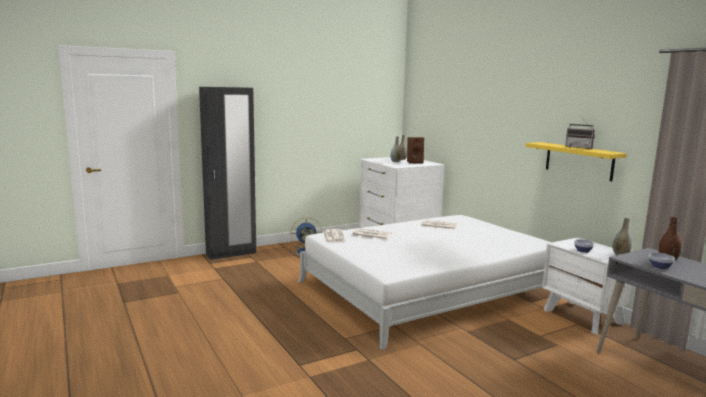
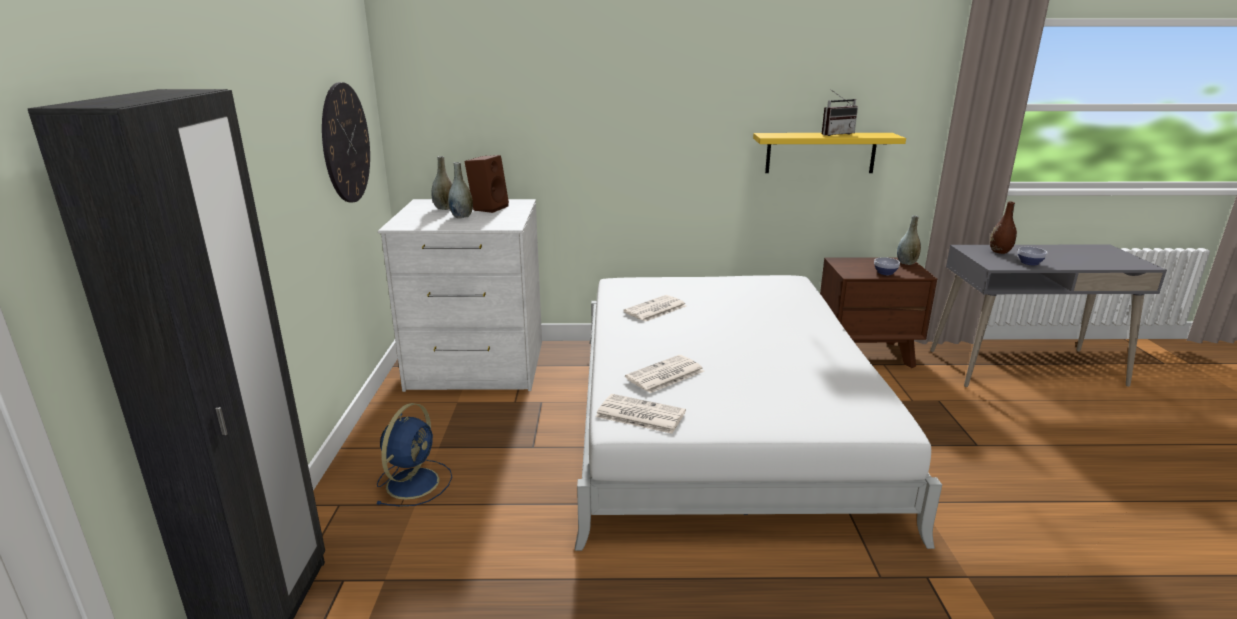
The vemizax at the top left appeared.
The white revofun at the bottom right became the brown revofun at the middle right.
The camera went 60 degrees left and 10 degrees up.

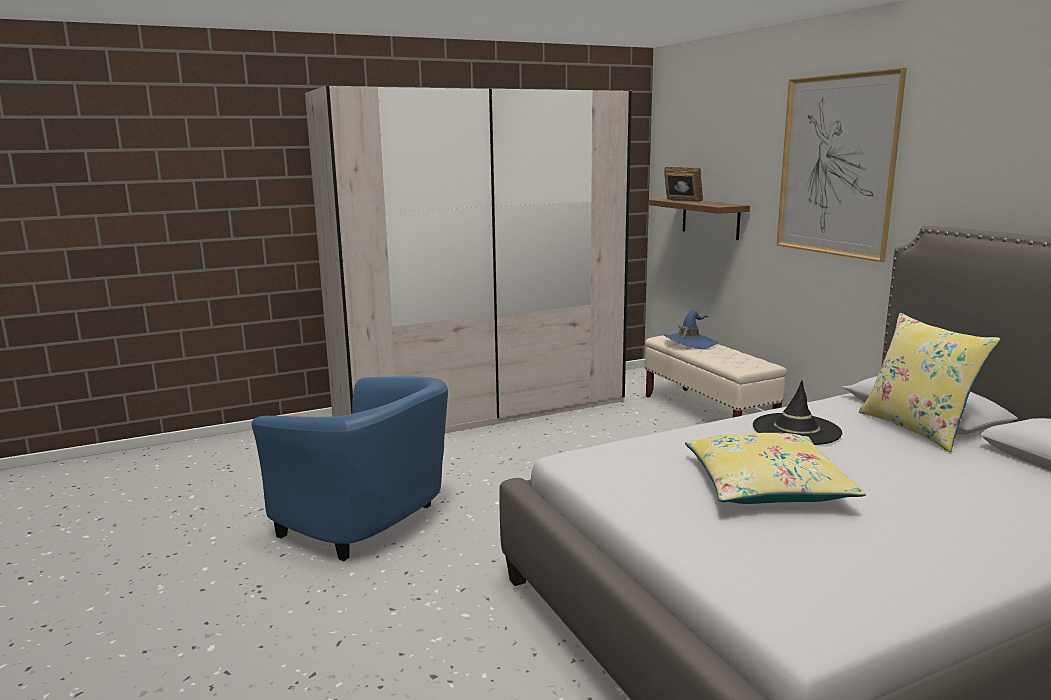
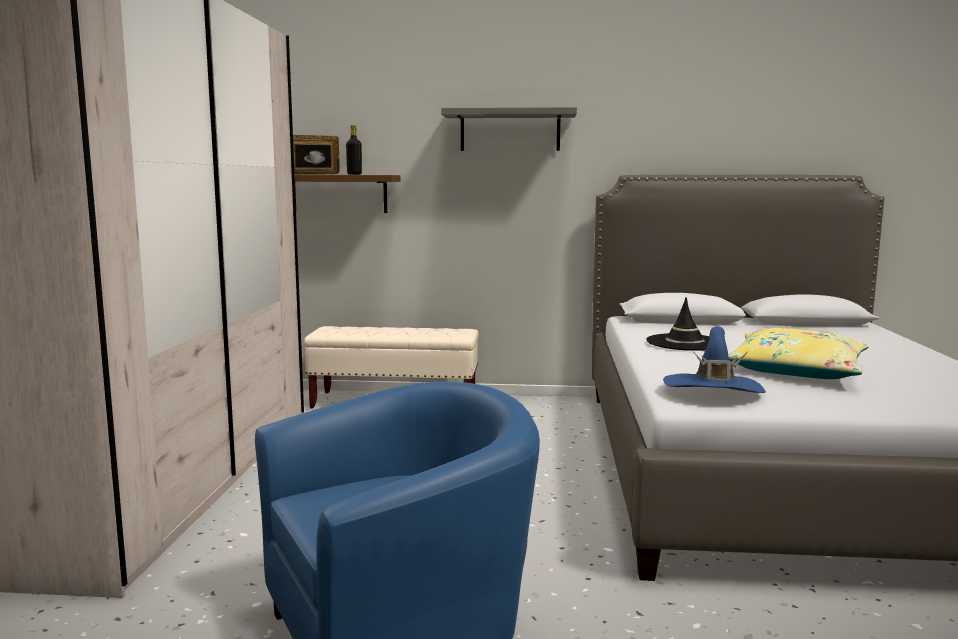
The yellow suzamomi (2nd from left) at the middle right disappeared.
The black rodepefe at the top centre appeared.
The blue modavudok moved from the centre to the middle right.
The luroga at the top right was replaced by the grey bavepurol at the top centre.
The camera went 60 degrees left and 5 degrees down.

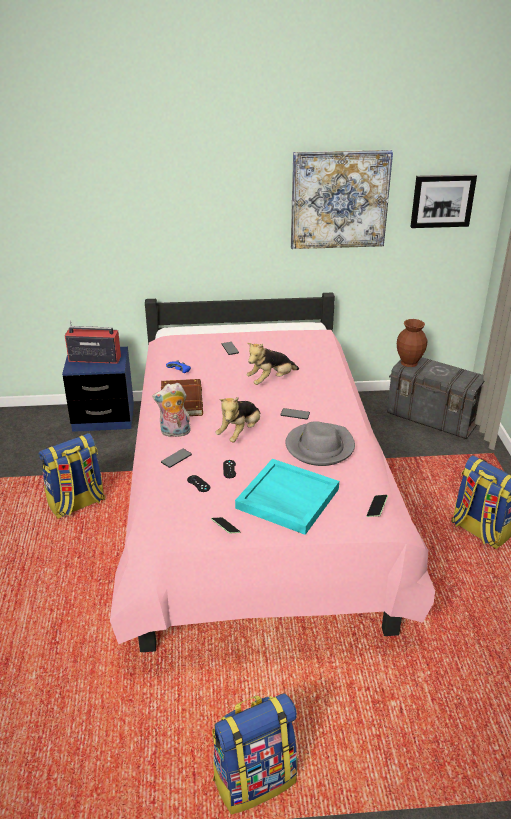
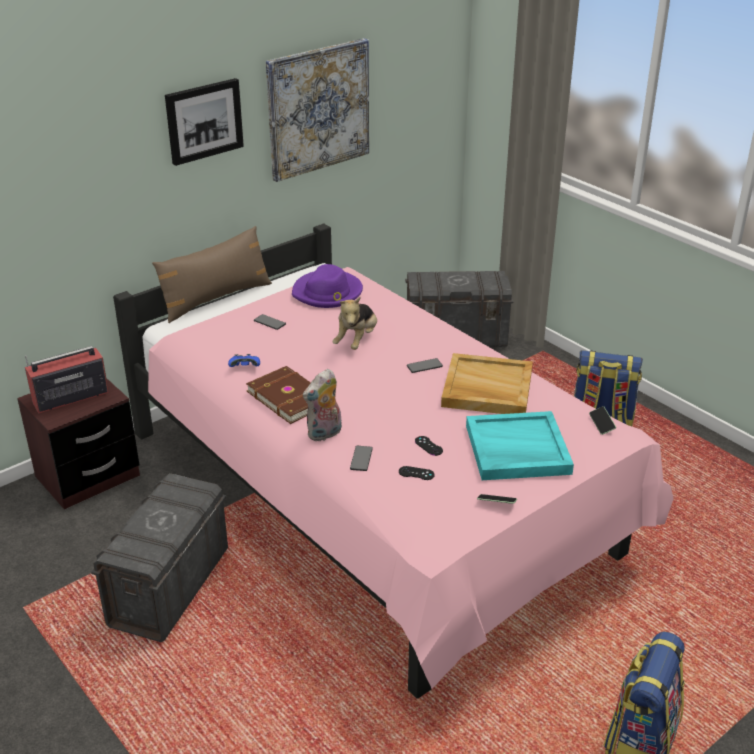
The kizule (2nd from left) at the centre disappeared.
The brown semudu at the middle right disappeared.
The brown suzamomi at the middle left appeared.
The purple modavudok at the centre appeared.
The luroga (2nd from left in the first image) moved from the top right to the top left.
The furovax (1st from left) at the middle left was replaced by the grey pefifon (1st from left) at the bottom left.
The grey modavudok at the centre was replaced by the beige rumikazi at the centre.
The blue revofun at the middle left became the brown revofun at the middle left.
The camera went 35 degrees left and 0 degrees up.

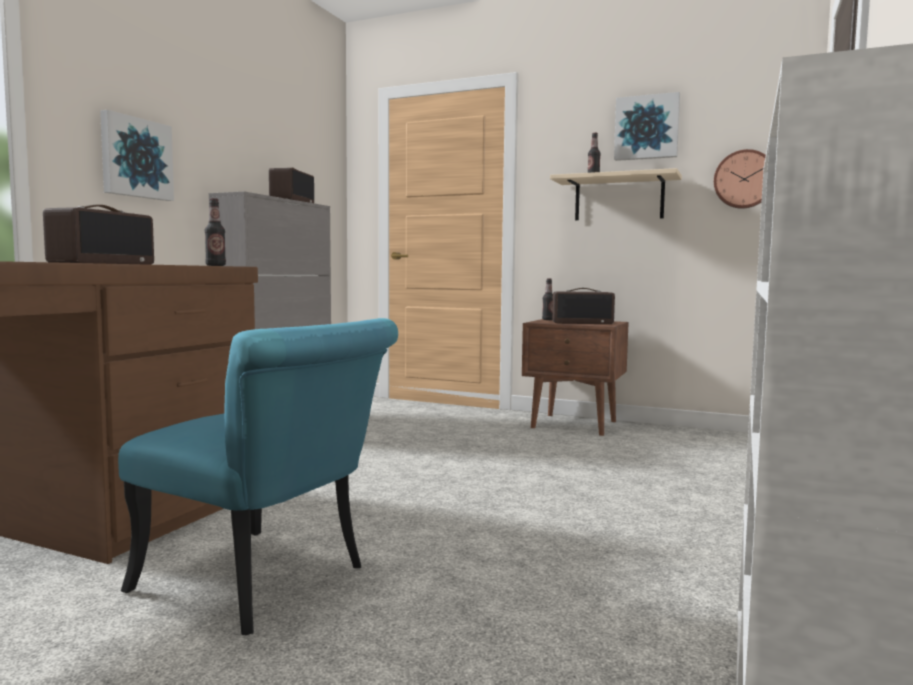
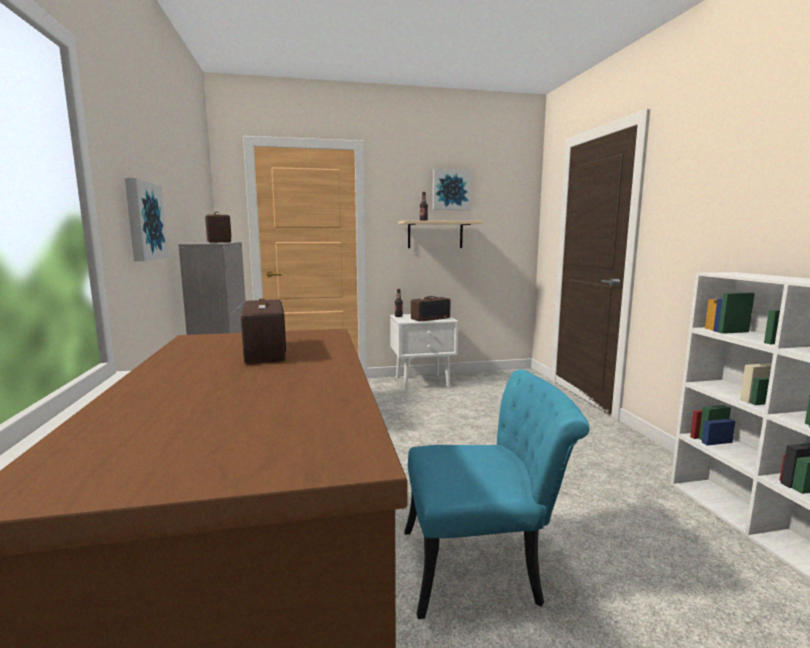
The rodepefe (1st from left) at the middle left disappeared.
The vemizax at the top right disappeared.
The brown revofun at the centre became the white revofun at the centre.
The camera went 35 degrees left and 5 degrees up.

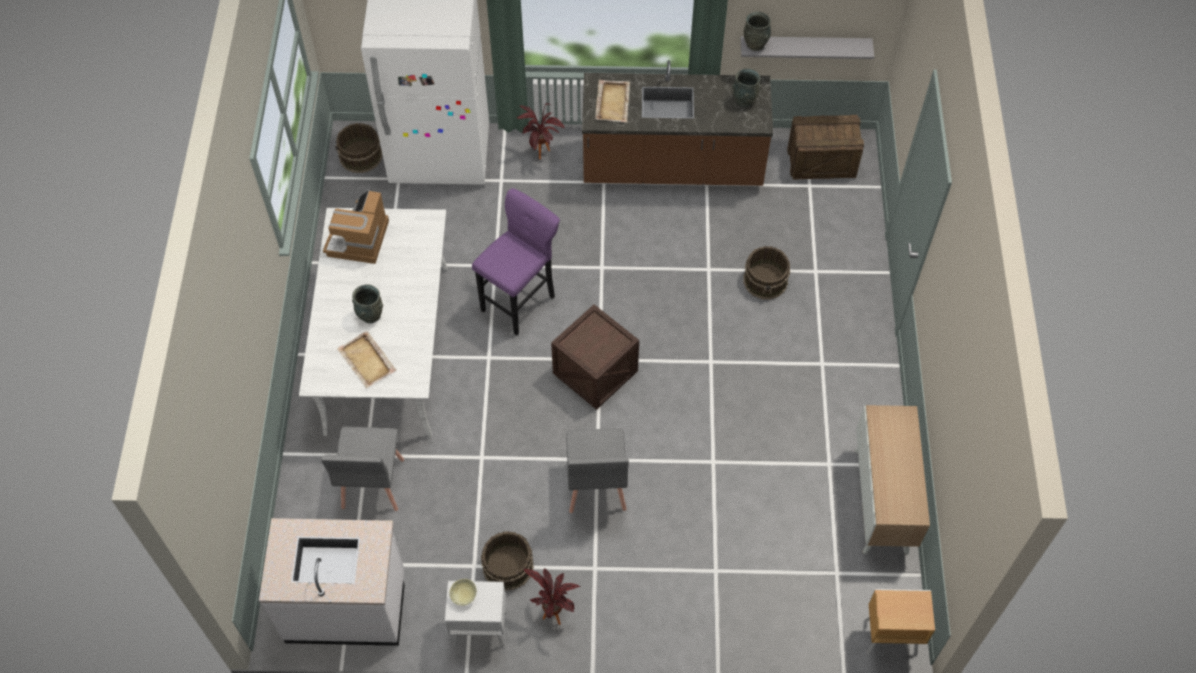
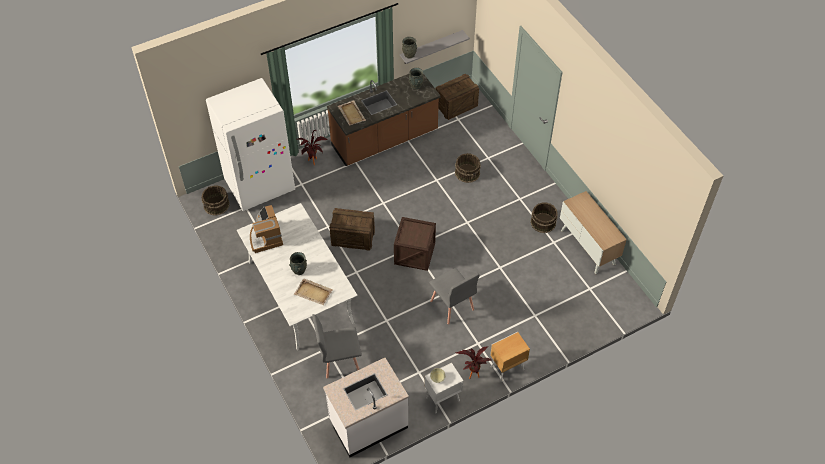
The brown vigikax (2nd from left in the first image) moved from the bottom centre to the centre.
The brown revofun moved from the bottom right to the bottom centre.
The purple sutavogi at the centre was replaced by the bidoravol (1st from left) at the centre.
The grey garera (1st from left) at the bottom left turned 105 degrees clockwise.
The camera went 30 degrees left and 5 degrees down.

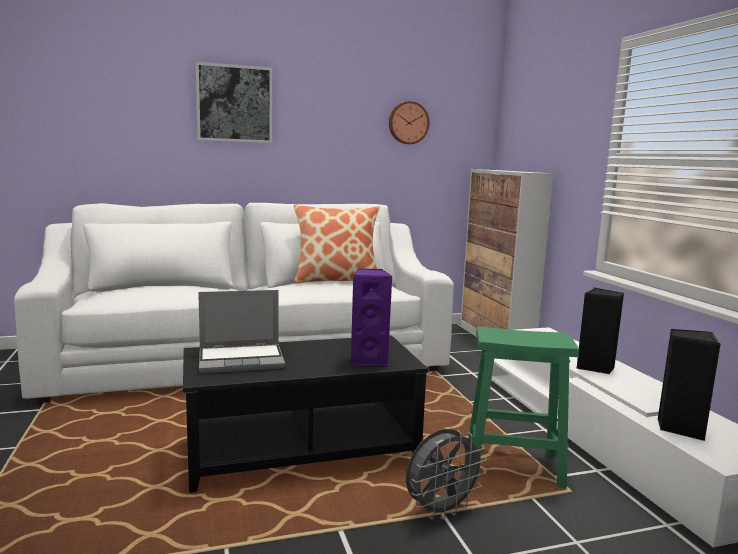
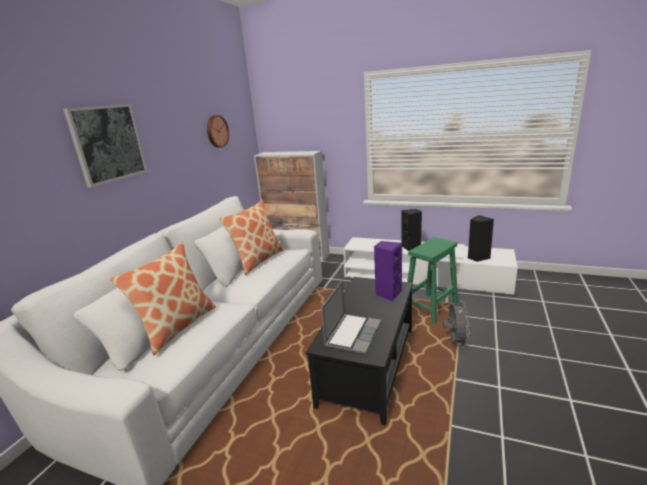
The suzamomi (1st from left) at the middle left appeared.
The camera went 50 degrees left and 10 degrees up.

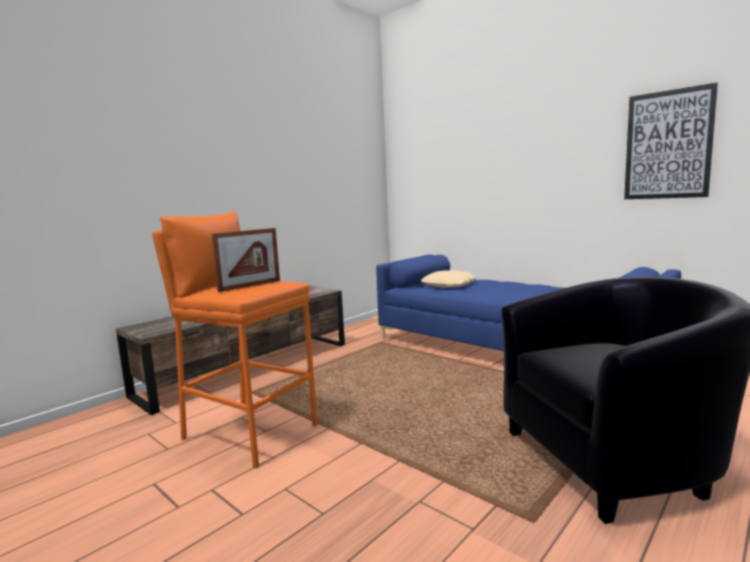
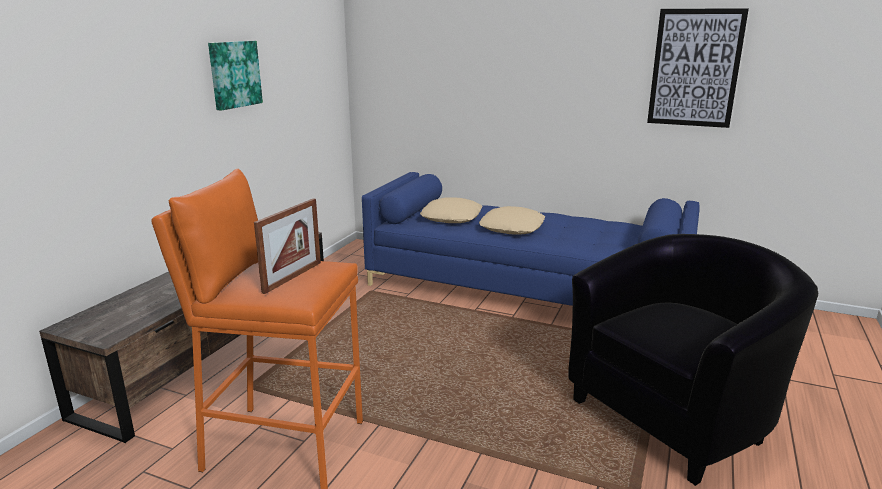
The luroga (1st from left) at the top left appeared.
The beige suzamomi (2nd from left) at the centre appeared.
The camera went 20 degrees left and 10 degrees up.

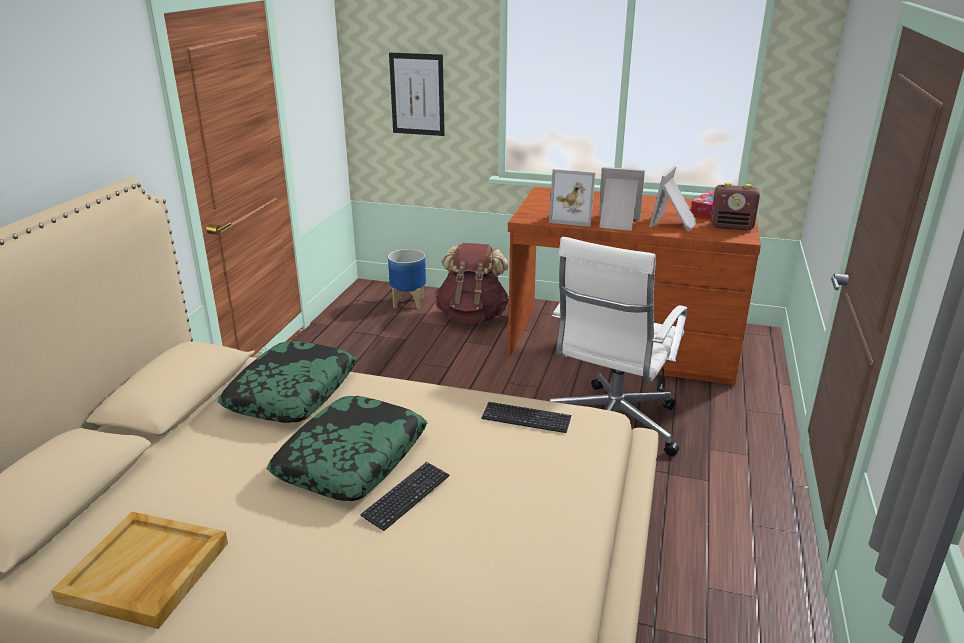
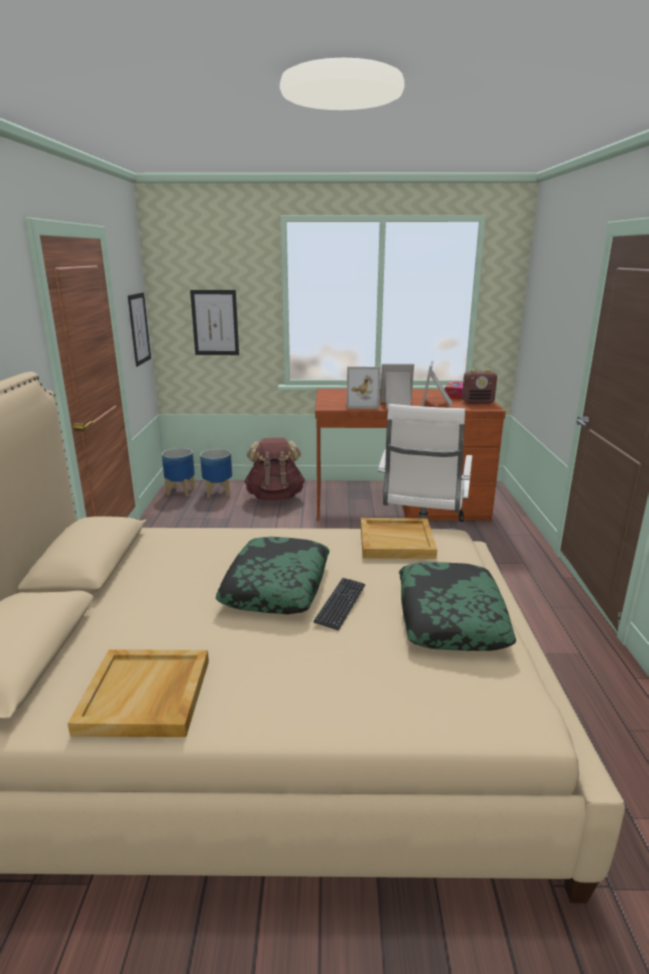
The luroga (1st from left) at the middle left appeared.
The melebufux (1st from left) at the middle left appeared.
The suzamomi (1st from left in the first image) moved from the middle left to the middle right.
The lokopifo (2nd from left) at the centre was replaced by the beige rumikazi (2nd from left) at the centre.
The camera went 15 degrees left and 5 degrees down.

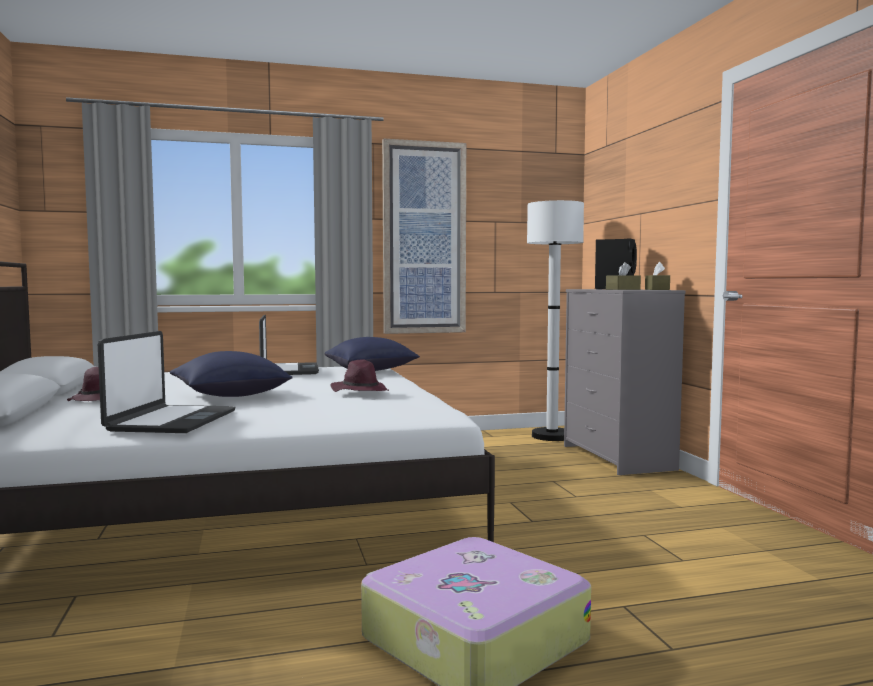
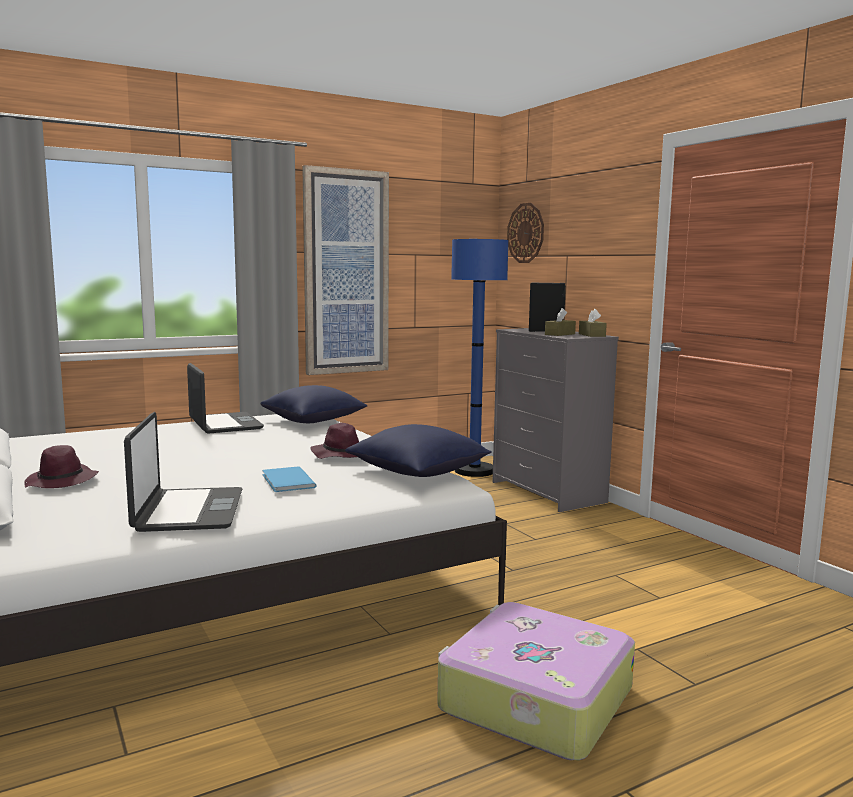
The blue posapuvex at the centre appeared.
The vemizax at the top centre appeared.
The blue suzamomi (1st from left in the first image) moved from the middle left to the centre.
The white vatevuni at the centre became the blue vatevuni at the centre.
The camera went 15 degrees left and 5 degrees up.

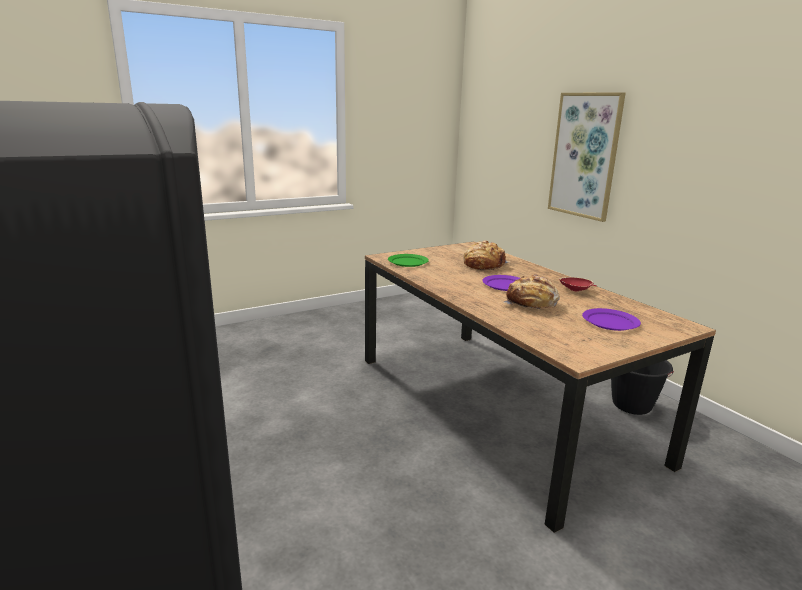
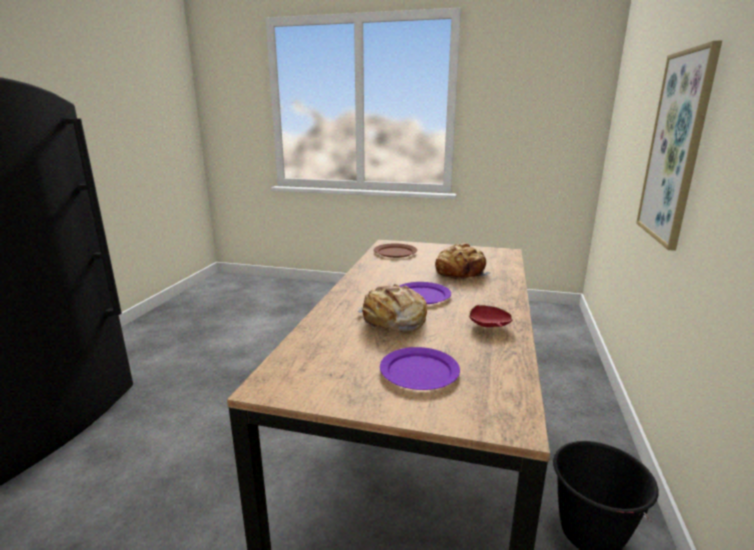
The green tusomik at the centre became the brown tusomik at the centre.
The camera went 45 degrees right and 0 degrees up.

